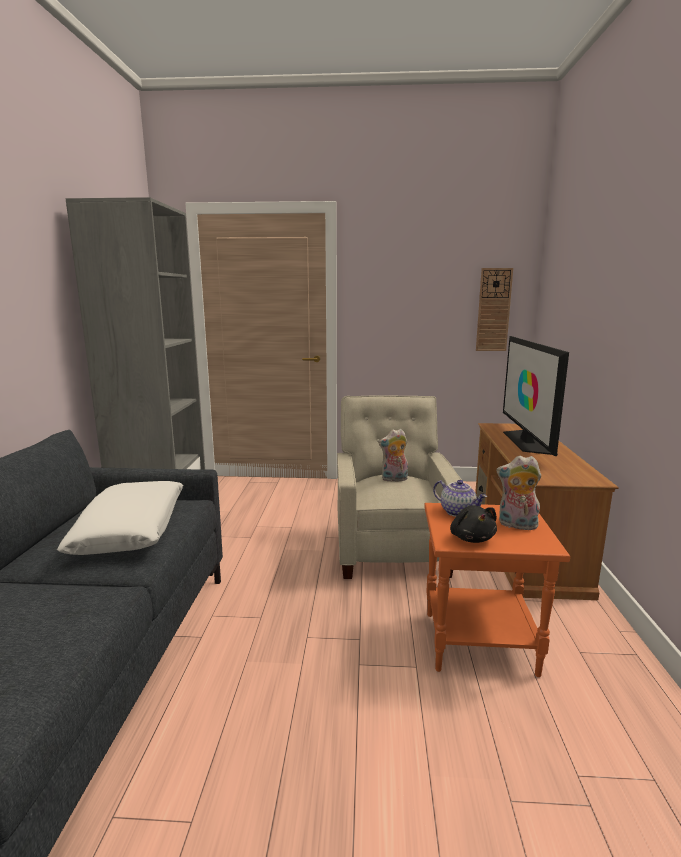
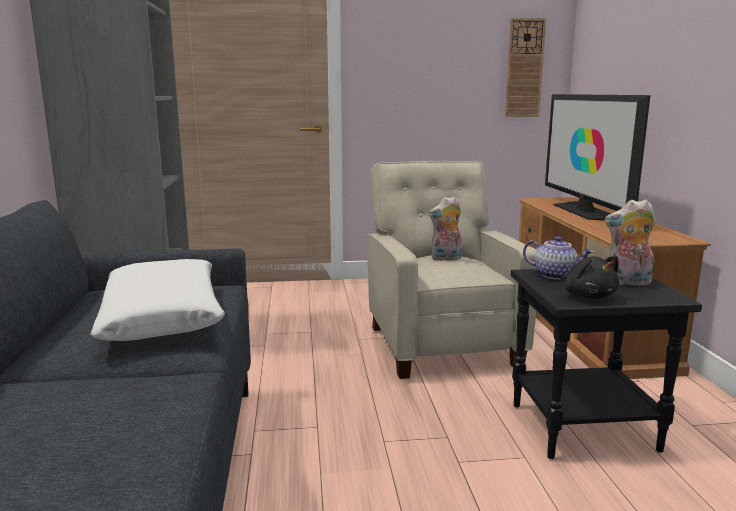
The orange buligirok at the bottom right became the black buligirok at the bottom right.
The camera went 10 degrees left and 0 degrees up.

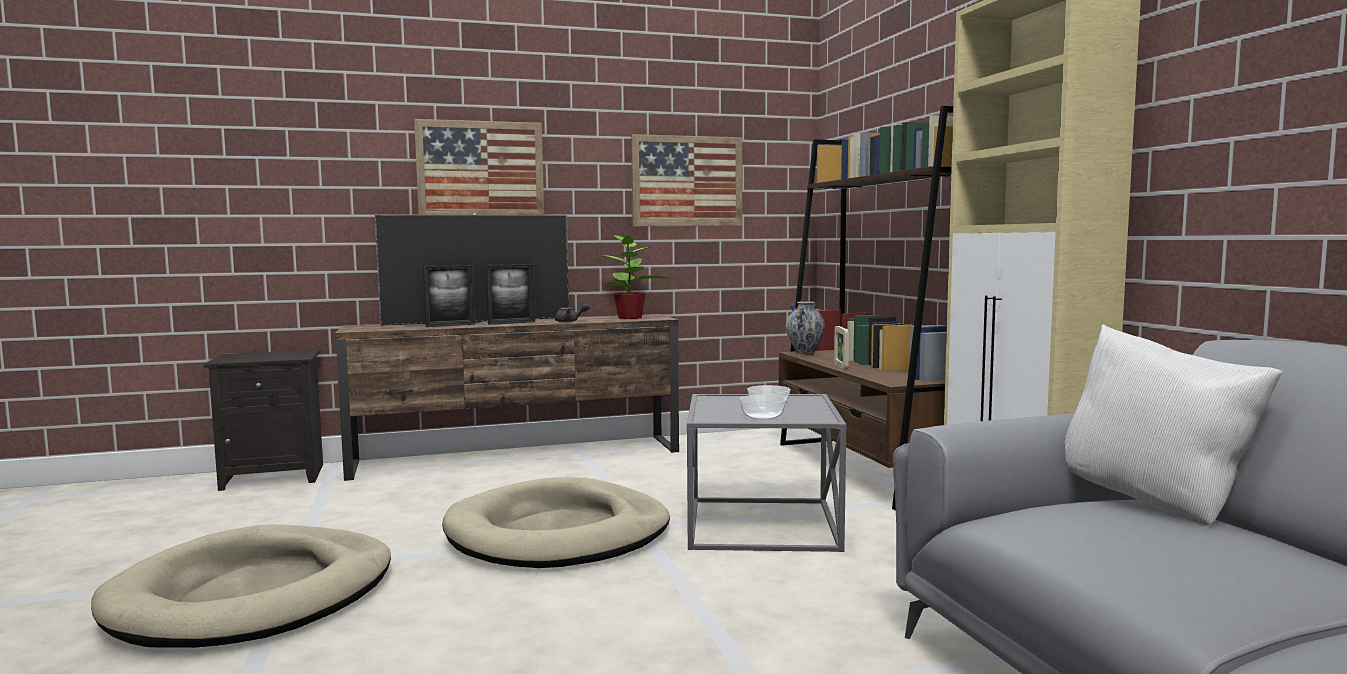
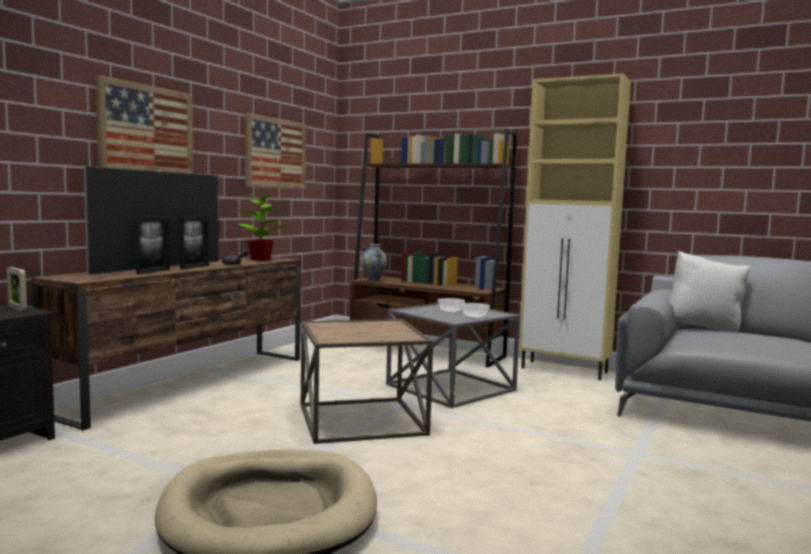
The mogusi (3rd from left in the first image) moved from the centre to the middle left.
The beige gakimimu (2nd from left) at the bottom centre was replaced by the brown buligirok at the bottom centre.
The camera went 45 degrees left and 0 degrees up.

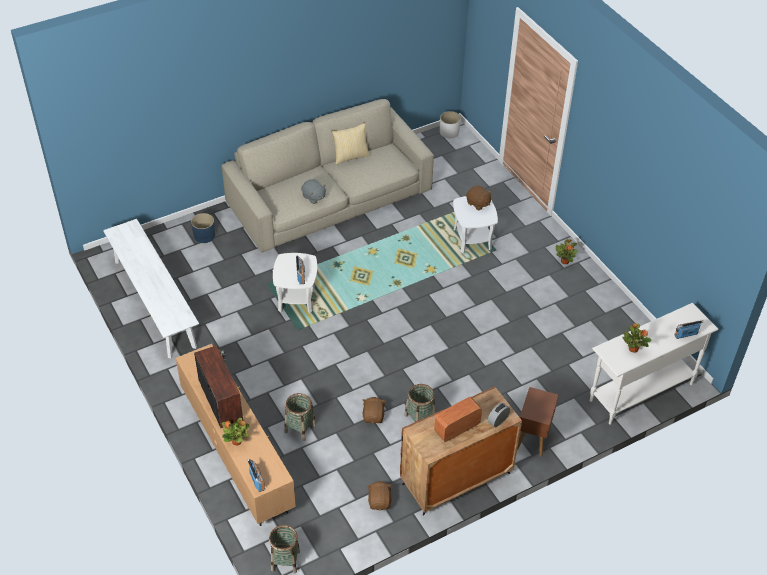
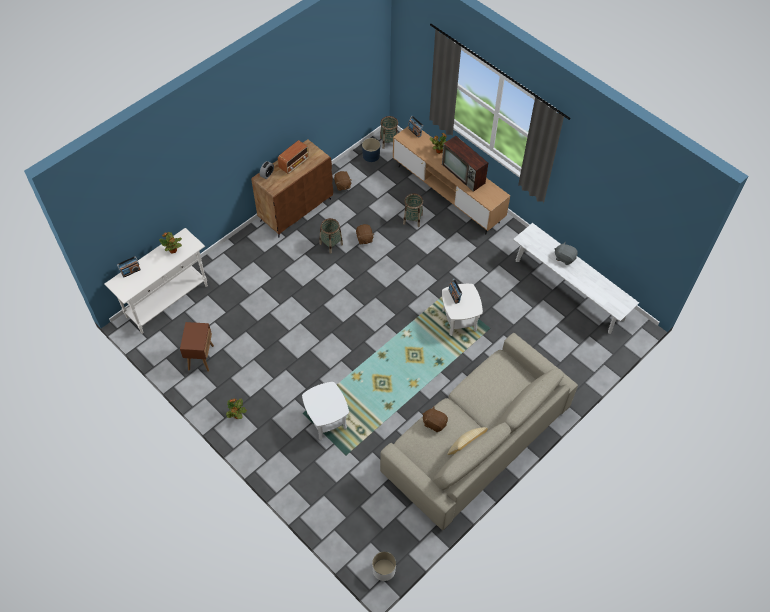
The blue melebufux moved from the middle left to the top centre.
The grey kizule moved from the top centre to the middle right.
The brown kizule (3rd from left) moved from the centre to the bottom centre.
The brown buligirok moved from the bottom right to the middle left.
The camera went 165 degrees right and 10 degrees up.

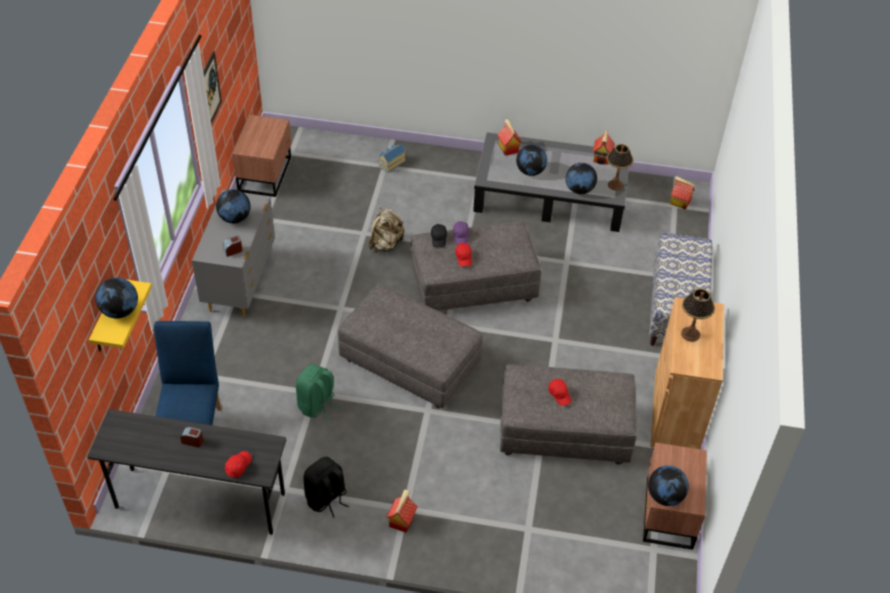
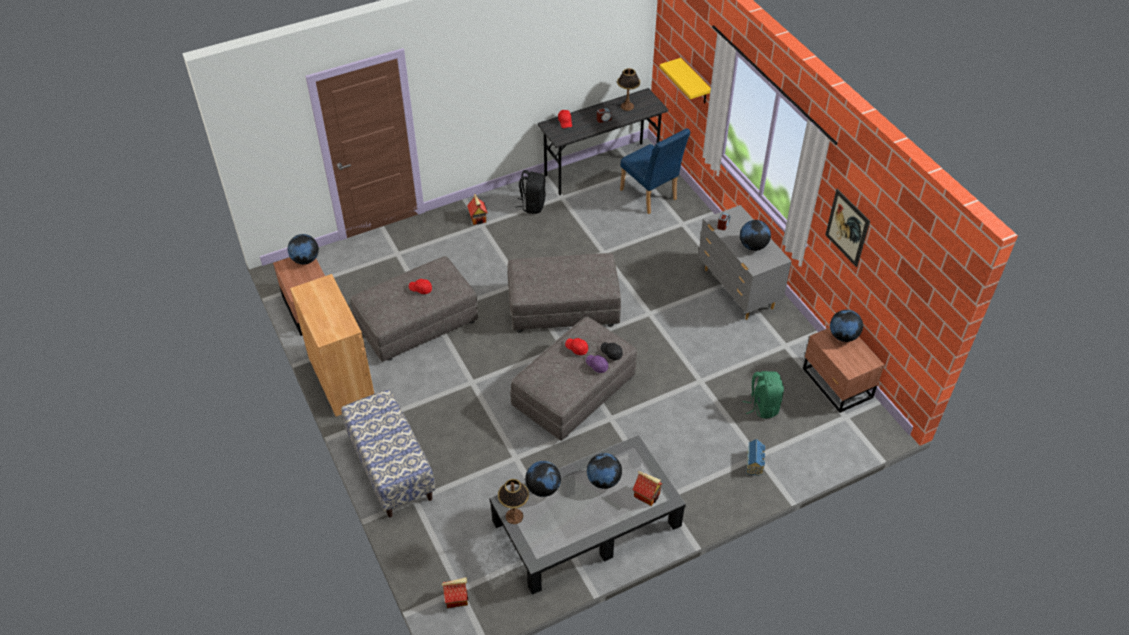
The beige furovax at the centre disappeared.
The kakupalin (4th from left) at the top right disappeared.
The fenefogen (1st from left in the first image) moved from the middle left to the middle right.
The green furovax moved from the centre to the middle right.
The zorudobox (2nd from left) moved from the middle right to the top centre.
The camera went 145 degrees right and 0 degrees up.

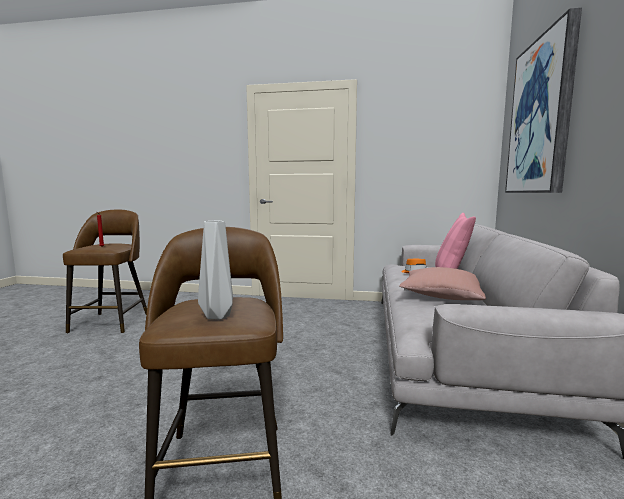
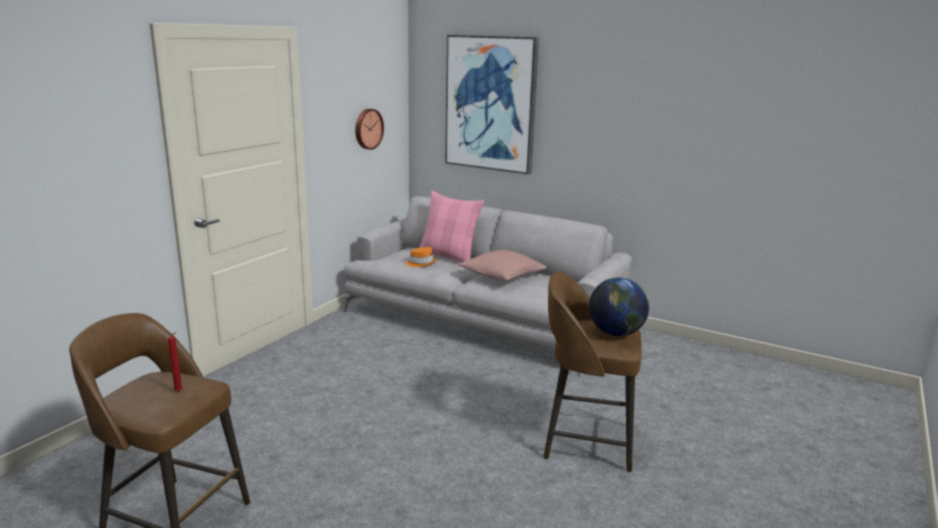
The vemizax at the top centre appeared.
The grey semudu at the centre was replaced by the fenefogen at the centre.
The camera went 70 degrees left and 10 degrees up.

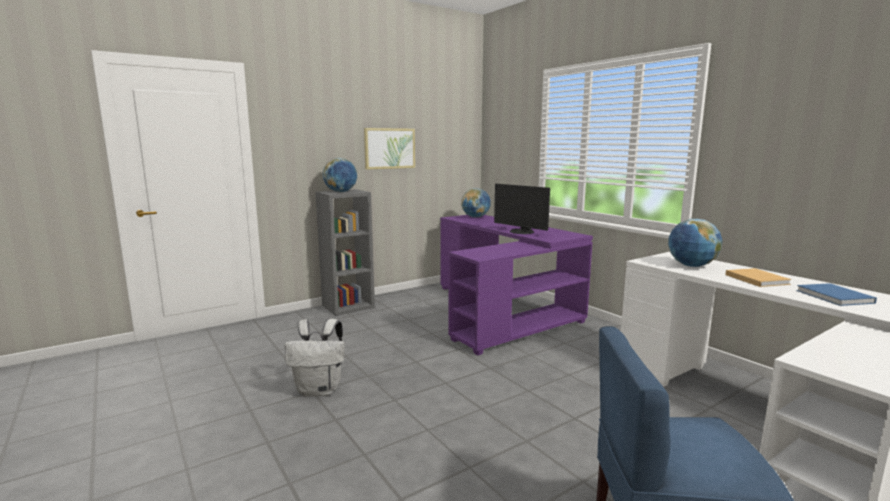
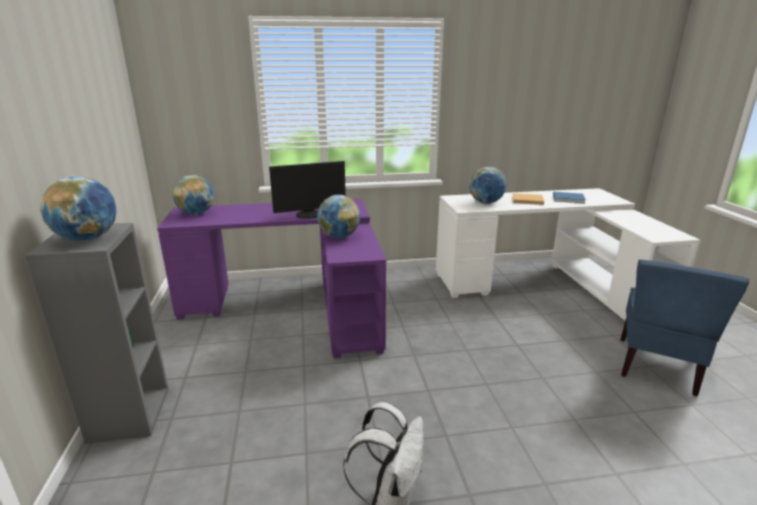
The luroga at the top centre disappeared.
The fenefogen (3rd from left) at the centre appeared.
The camera went 65 degrees left and 10 degrees up.

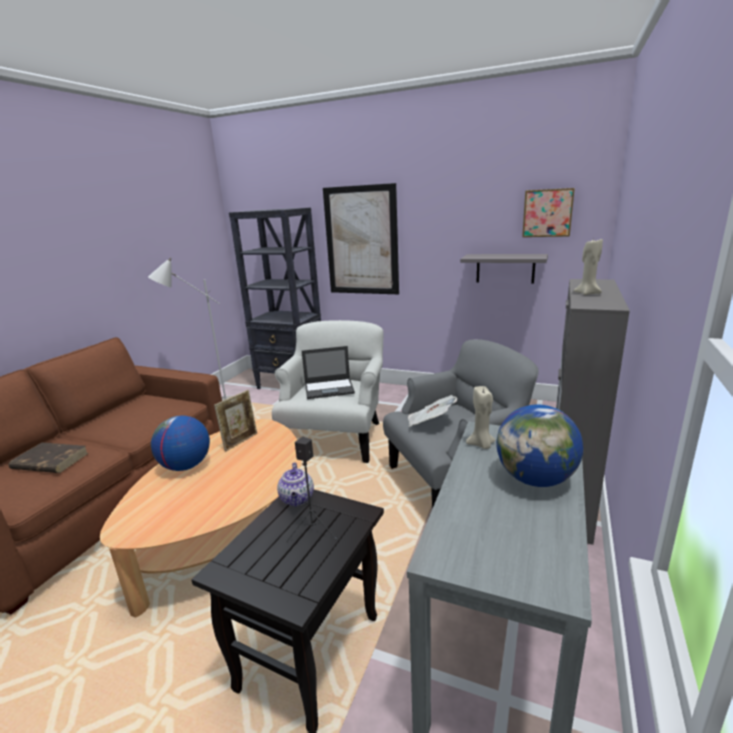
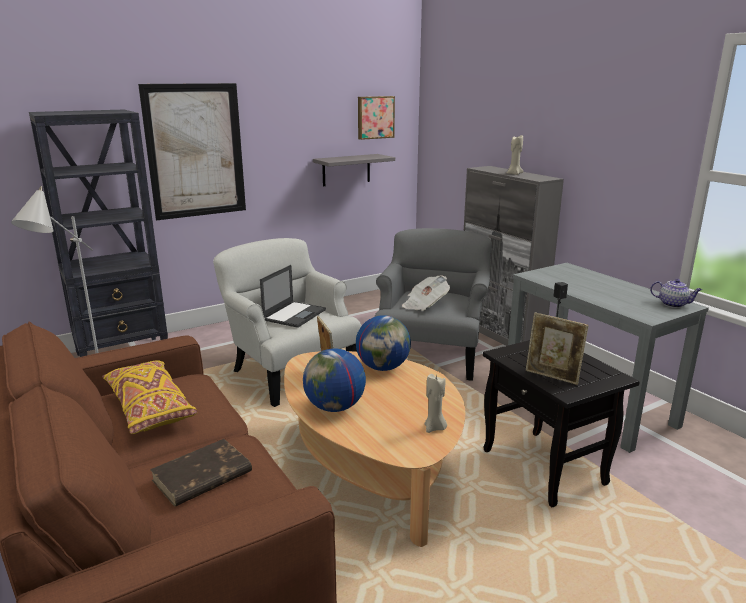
The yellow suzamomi at the middle left appeared.
The mogusi (2nd from left) at the middle right appeared.
The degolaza moved from the centre to the middle right.
The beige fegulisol (1st from left) moved from the centre to the bottom centre.
The fenefogen (2nd from left) moved from the middle right to the centre.
The camera went 55 degrees left and 0 degrees up.

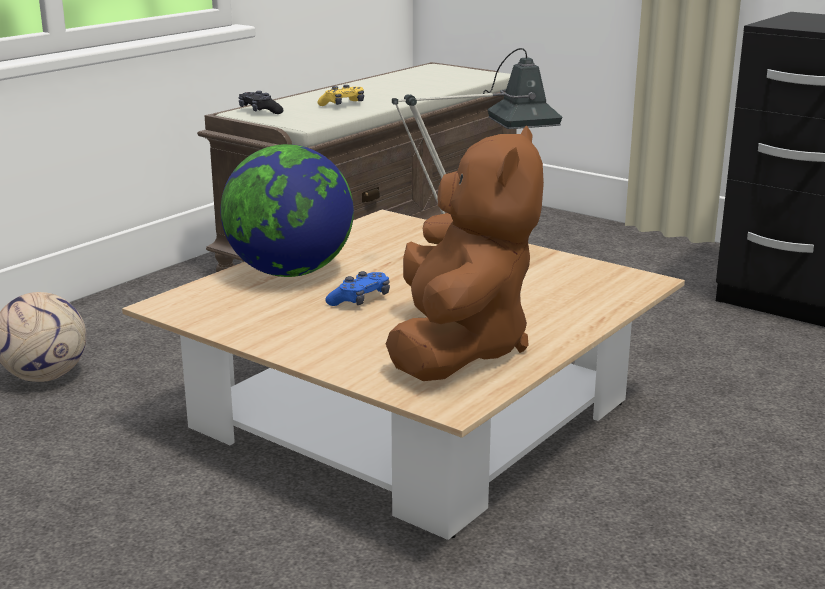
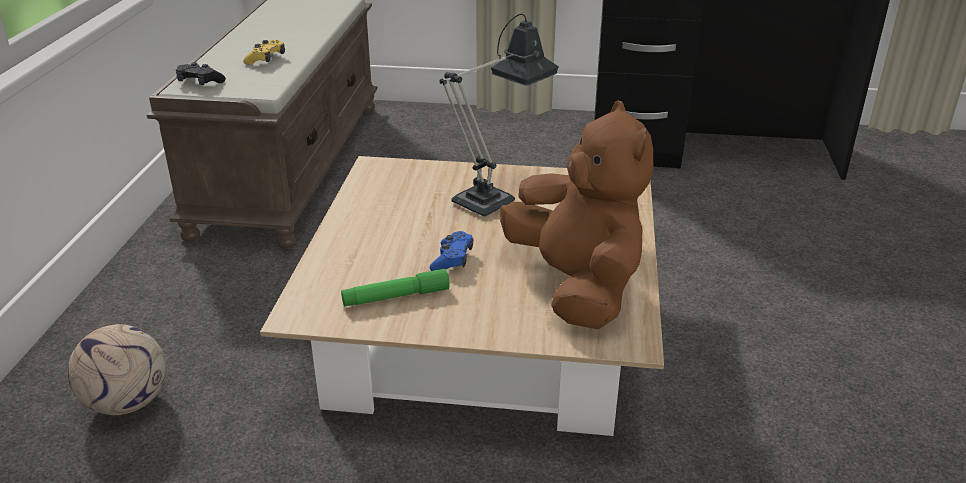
The fenefogen at the centre disappeared.
The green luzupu at the centre appeared.
The camera went 30 degrees left and 10 degrees up.

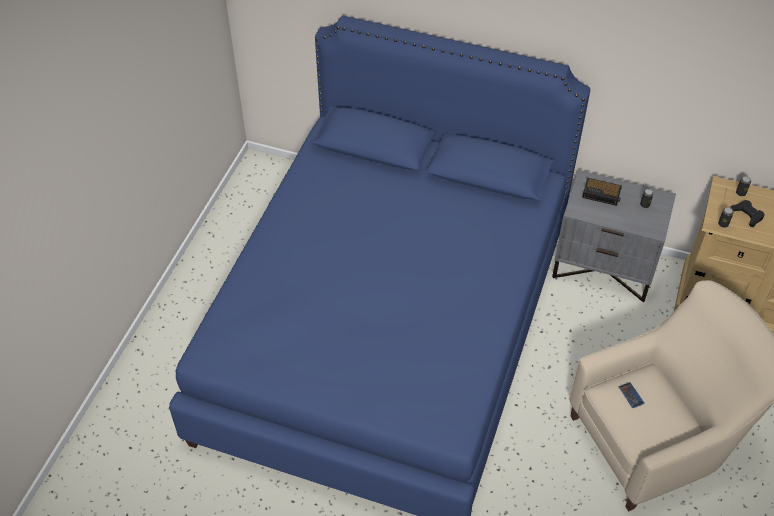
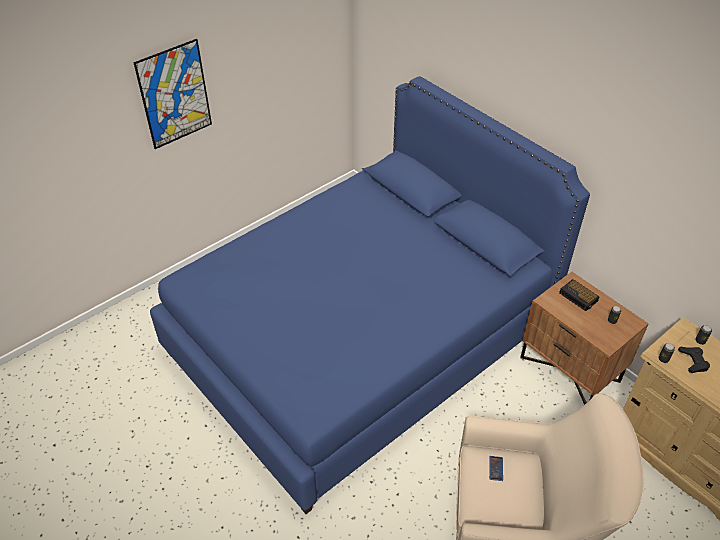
The luroga at the top left appeared.
The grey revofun at the middle right became the brown revofun at the middle right.
The camera went 30 degrees right and 5 degrees down.

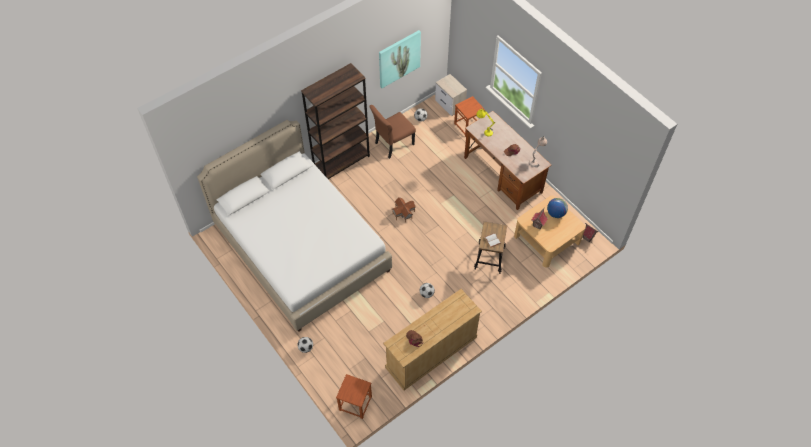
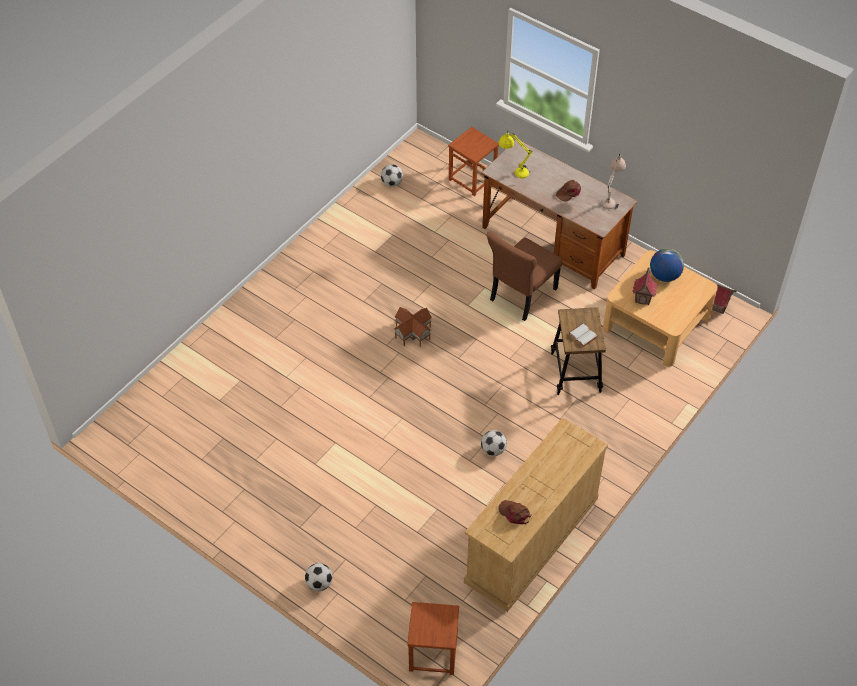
The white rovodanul at the centre disappeared.
The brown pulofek at the top centre disappeared.
The luroga at the top centre disappeared.
The revofun at the top centre disappeared.
The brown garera moved from the top centre to the centre.
The camera went 15 degrees left and 5 degrees down.

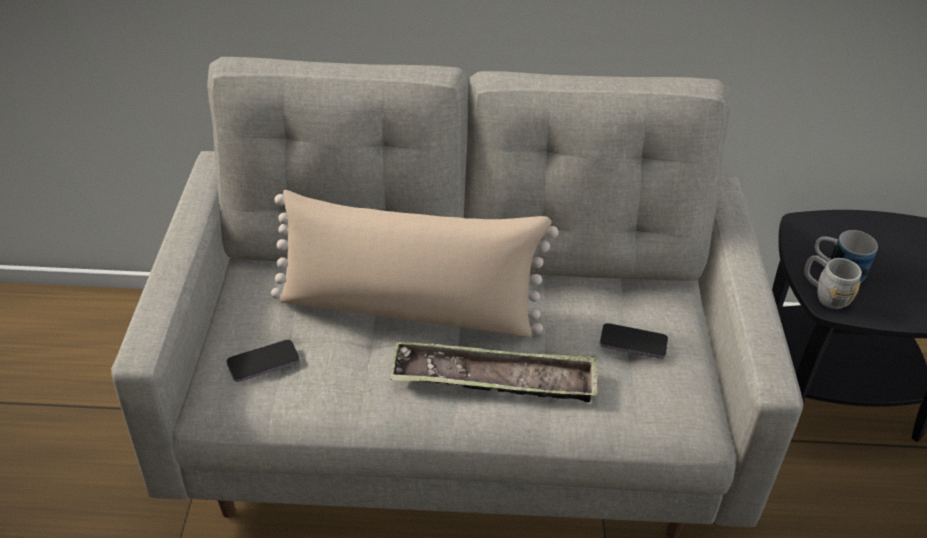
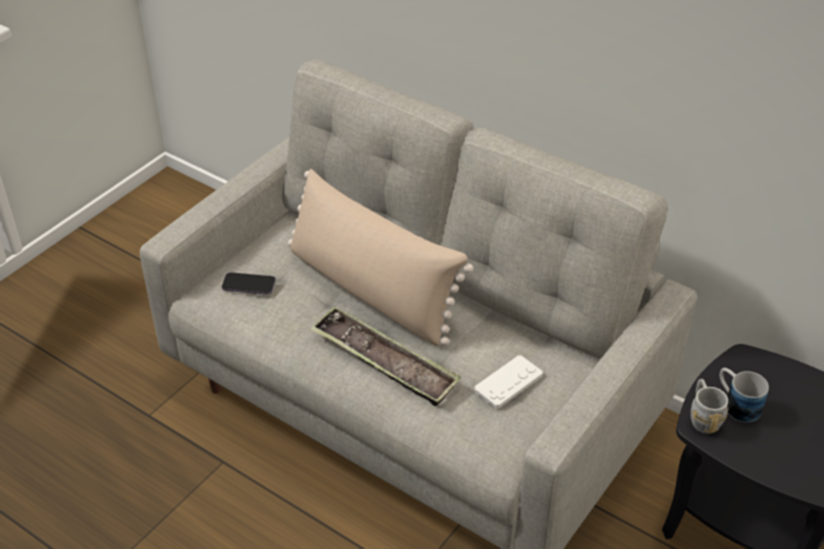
The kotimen (2nd from left) at the middle right was replaced by the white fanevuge at the bottom centre.
The camera went 35 degrees right and 0 degrees up.

